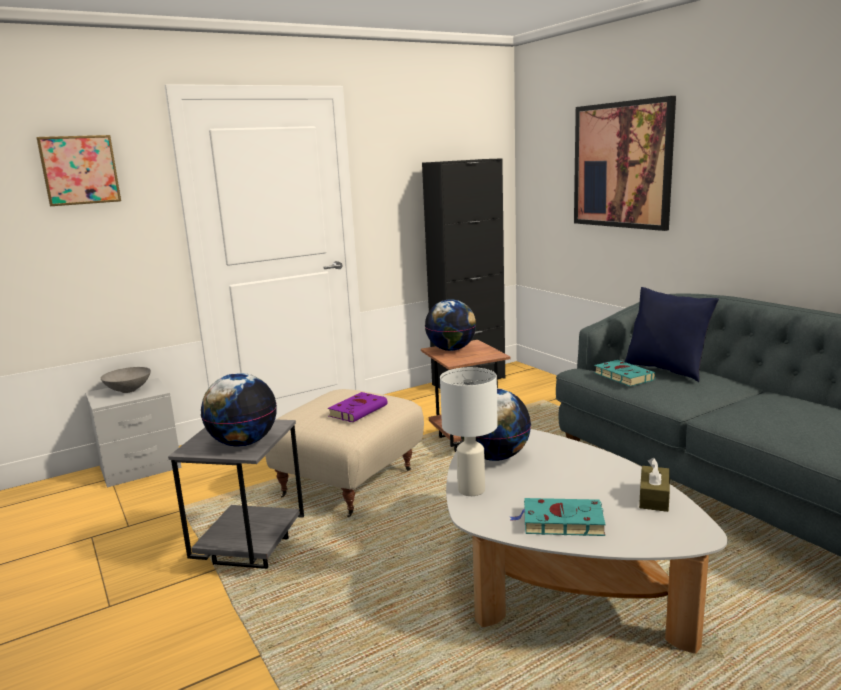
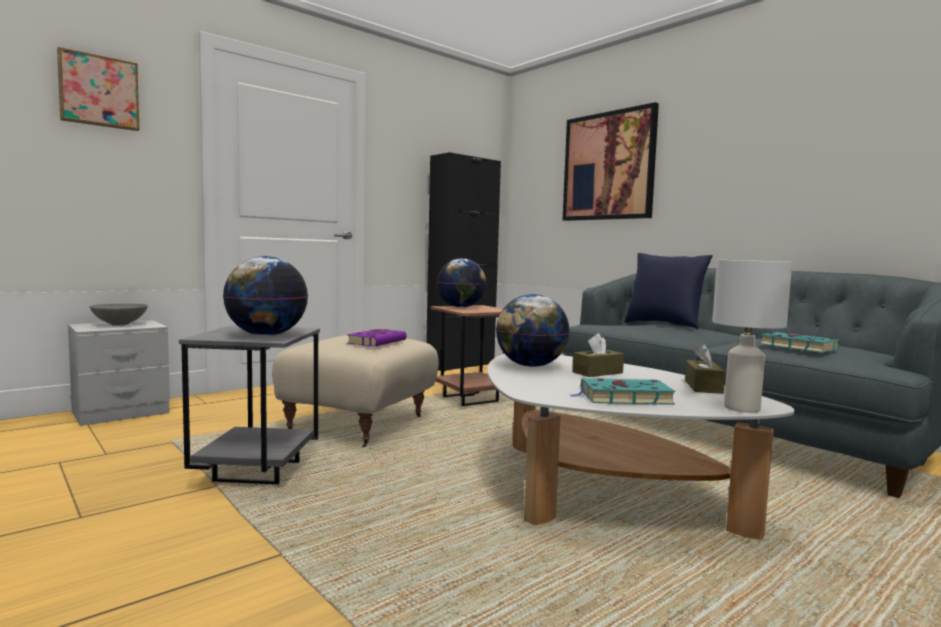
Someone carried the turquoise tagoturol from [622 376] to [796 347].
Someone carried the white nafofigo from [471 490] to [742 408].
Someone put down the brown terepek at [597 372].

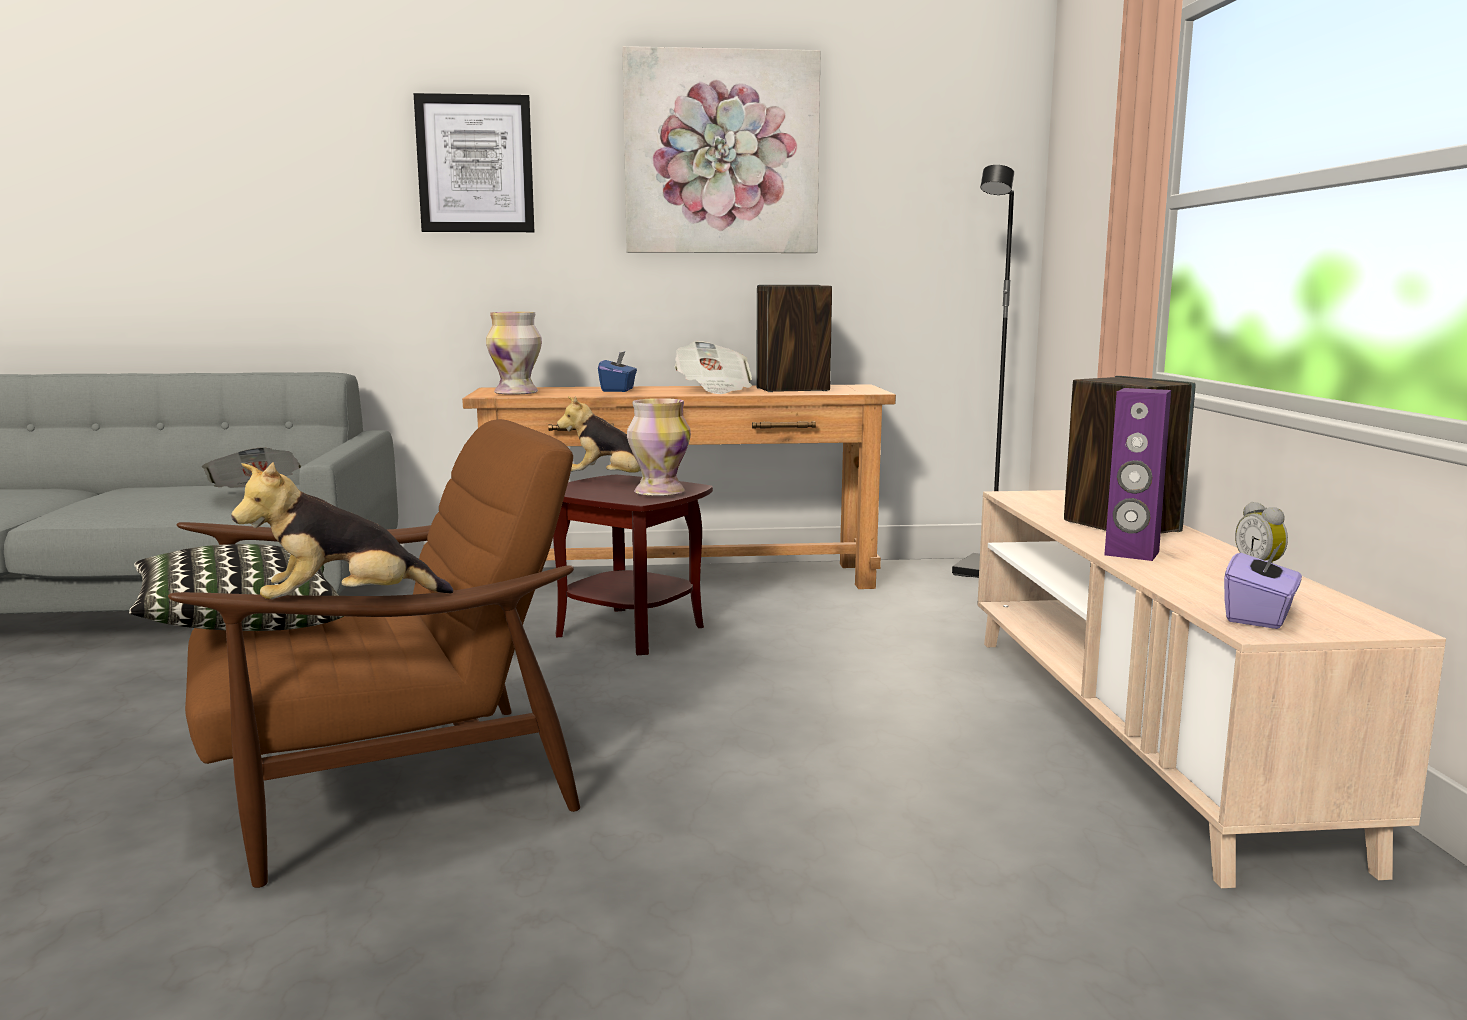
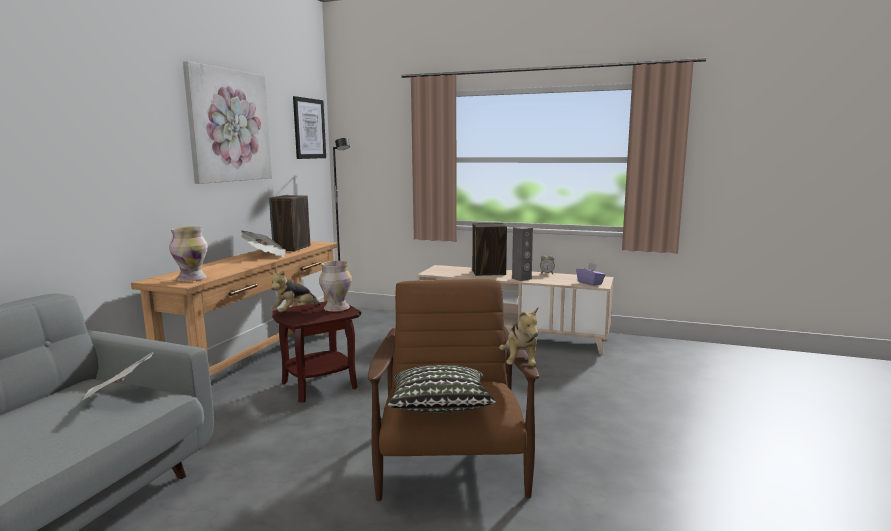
Someone carried the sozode from [475 164] to [309 128].
Someone took away the blue terepek at [618 390].
Someone repainted the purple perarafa at [1131 553], which became the grey perarafa at [522 278].

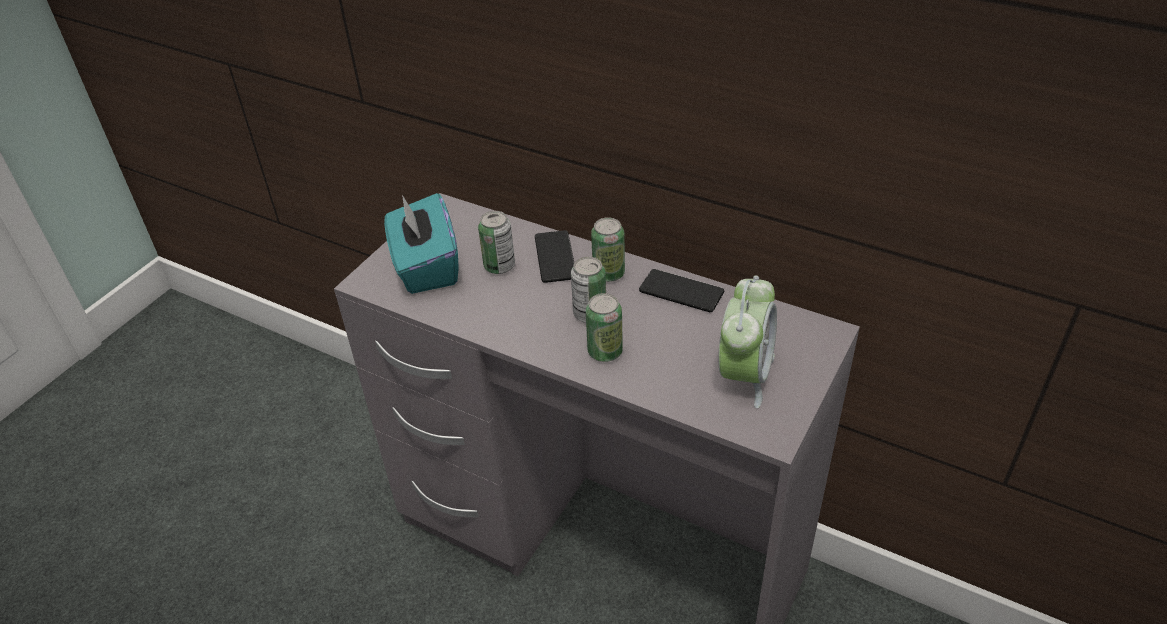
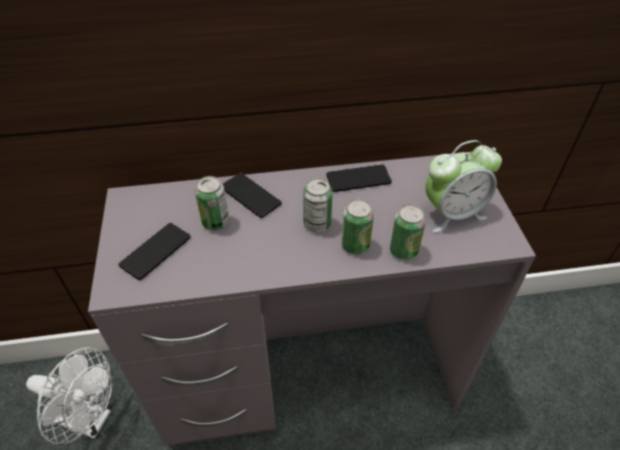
Someone swapped the turquoise terepek at [426 267] for the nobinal at [155 251].
Someone carried the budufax from [608 273] to [403 250].
Someone rotated the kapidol at [744 375] by 90 degrees clockwise.
Someone put down the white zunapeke at [90 419].

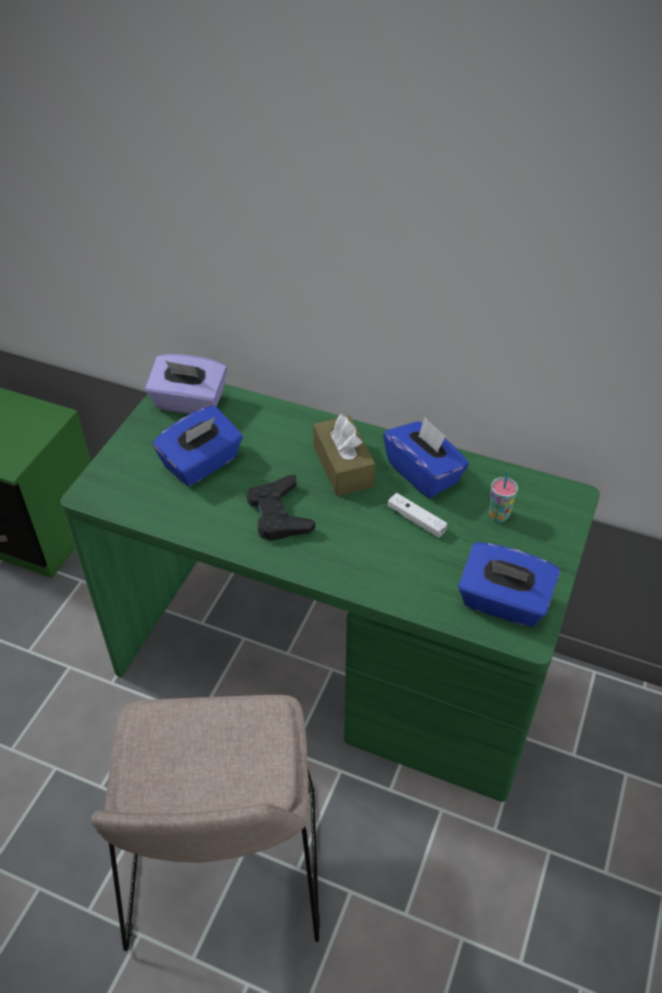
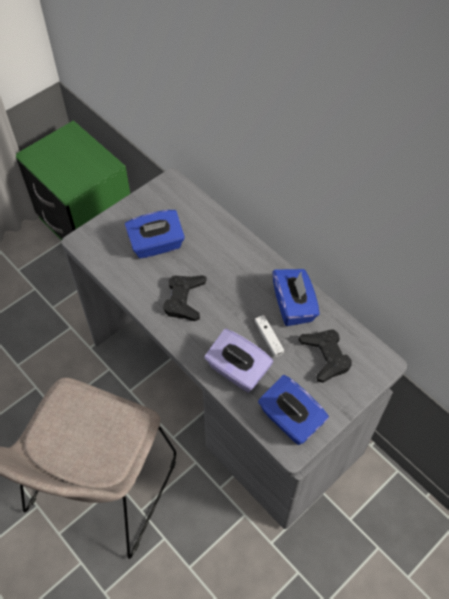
Someone carried the purple terepek from [189 403] to [237 371].
Someone repainted the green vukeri at [331 666], which became the grey vukeri at [225 392].
Someone took away the brown terepek at [343 466].
Someone swapped the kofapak at [498 515] for the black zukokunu at [325 357].

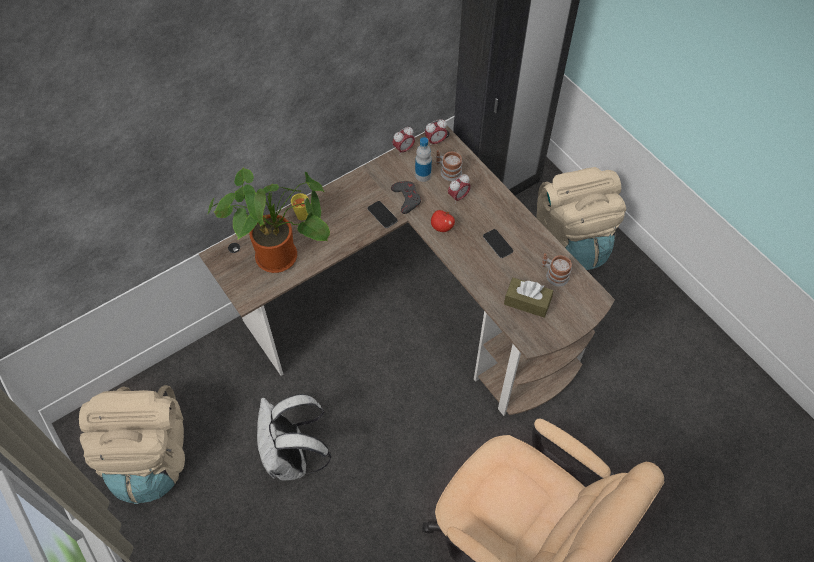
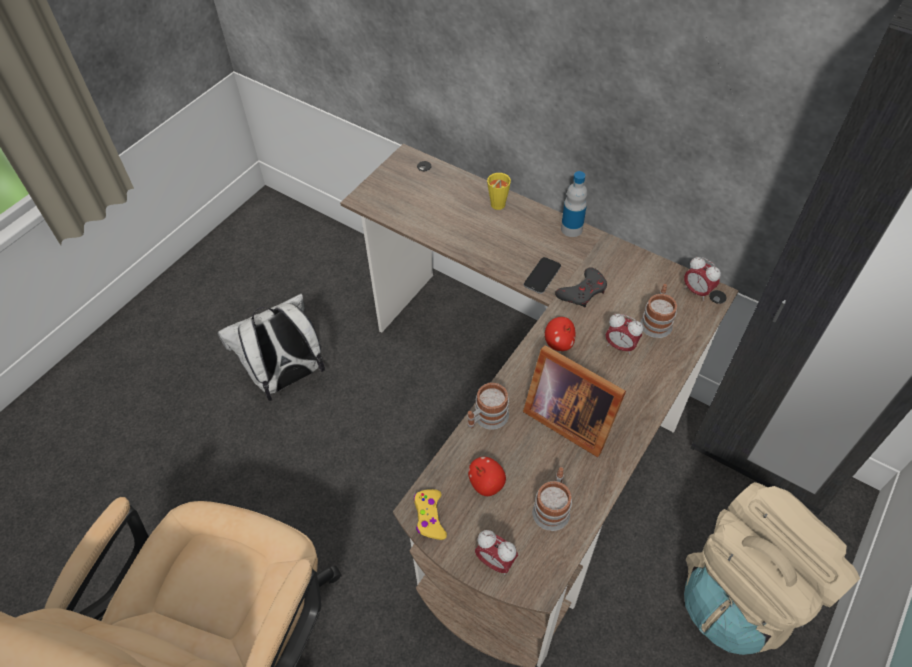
Someone carried the kapidol from [403 149] to [495 562].
Someone carried the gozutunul from [423 175] to [571 229].
Someone took away the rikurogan at [282 256].
Someone swapped the nobinal at [497 244] for the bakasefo at [567 417].
Someone swapped the brown terepek at [527 302] for the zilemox at [486 484].
Someone took away the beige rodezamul at [150 457].
Someone put down the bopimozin at [486 418].
Someone put down the yellow zukokunu at [429 517].

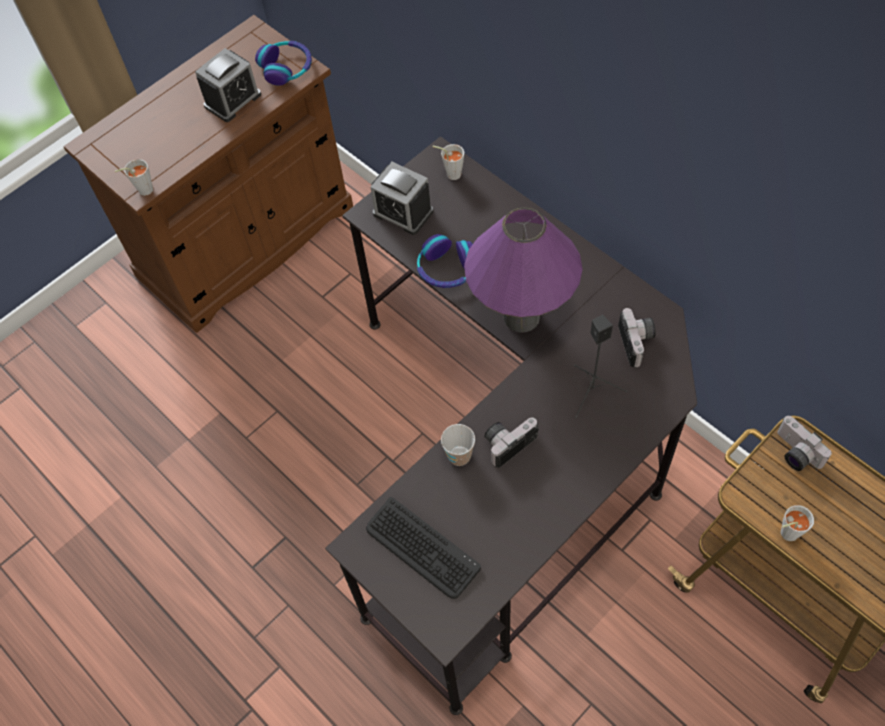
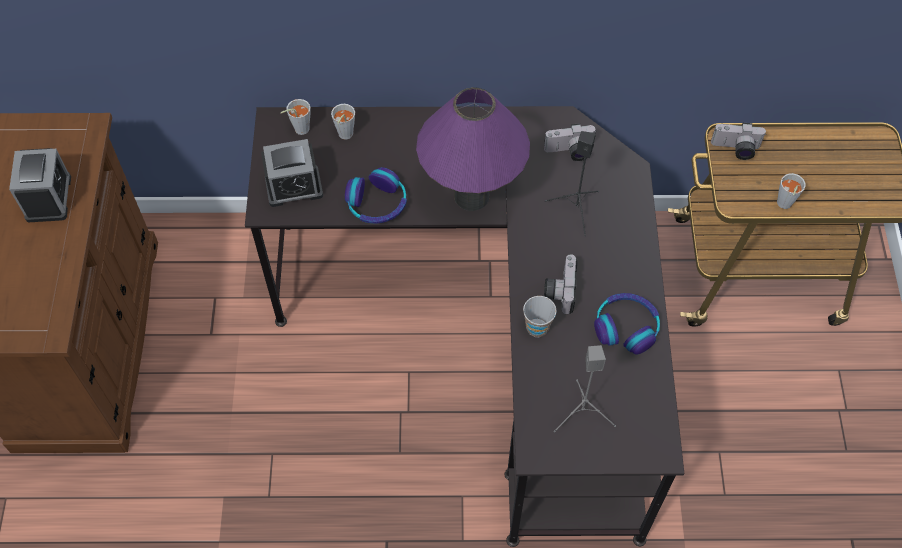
Someone carried the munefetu from [286 68] to [626 327].
Someone carried the grey kofapak from [142 191] to [344 136].
Someone rotated the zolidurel at [638 342] by 135 degrees clockwise.
Someone swapped the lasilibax at [422 548] for the grey perarafa at [583 412].

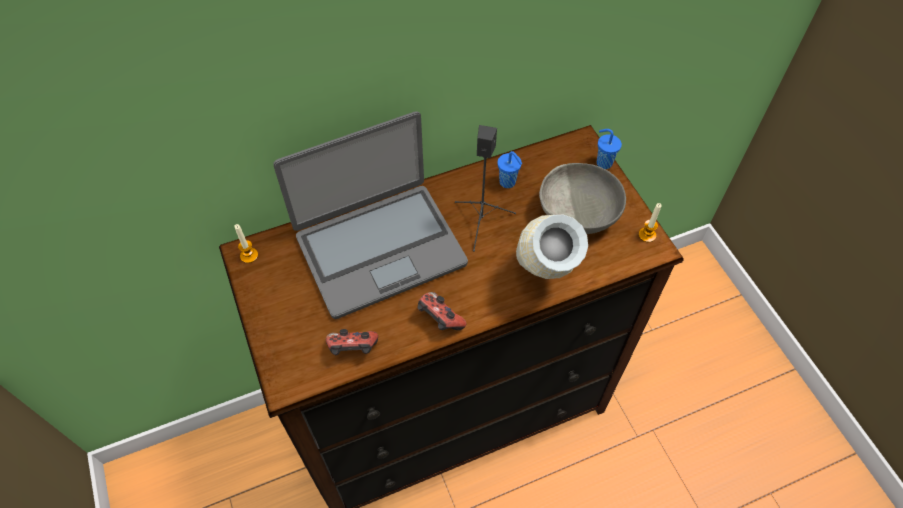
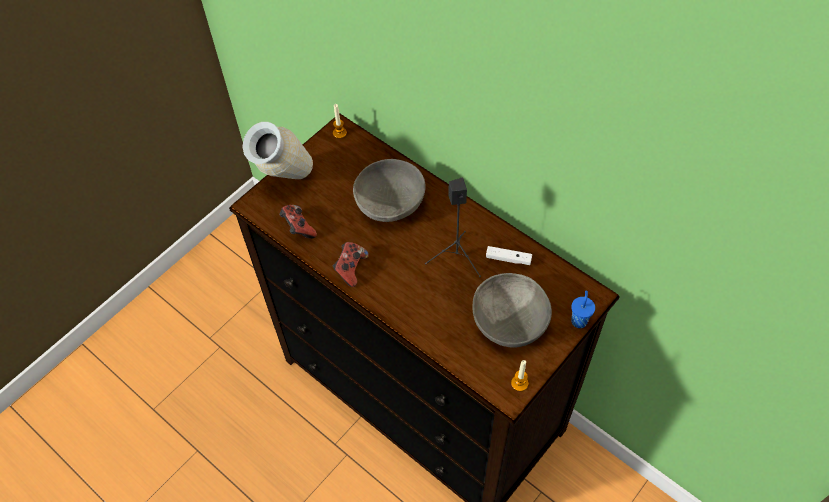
Someone swapped the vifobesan at [379 248] for the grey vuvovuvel at [391 203].
Someone swapped the blue kofapak at [508 183] for the white zukokunu at [508 259].
Someone carried the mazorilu from [541 281] to [284 182].

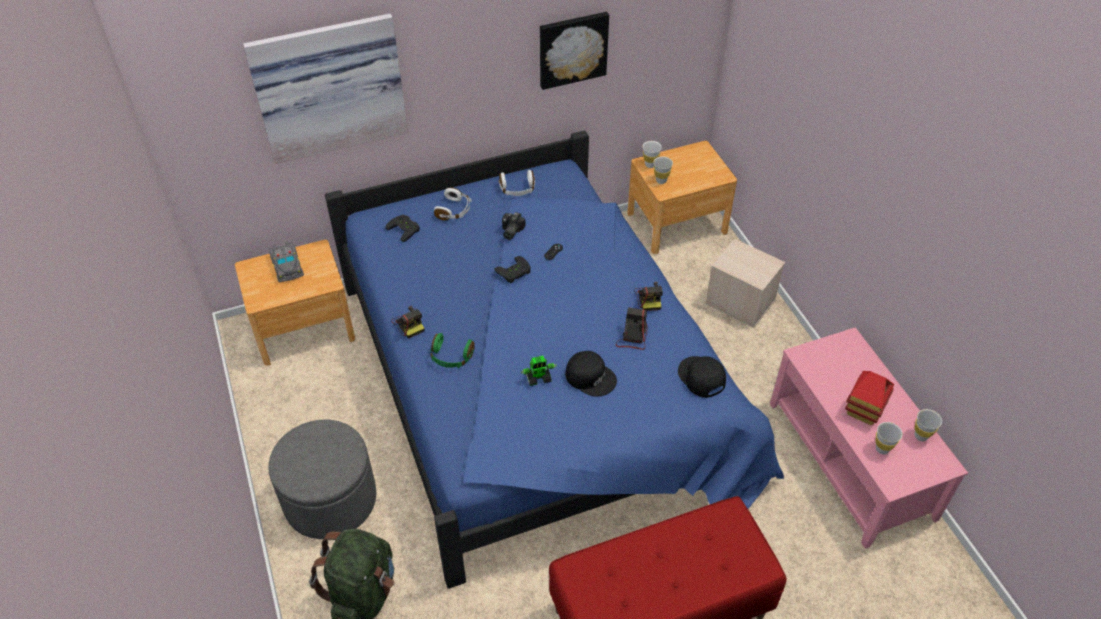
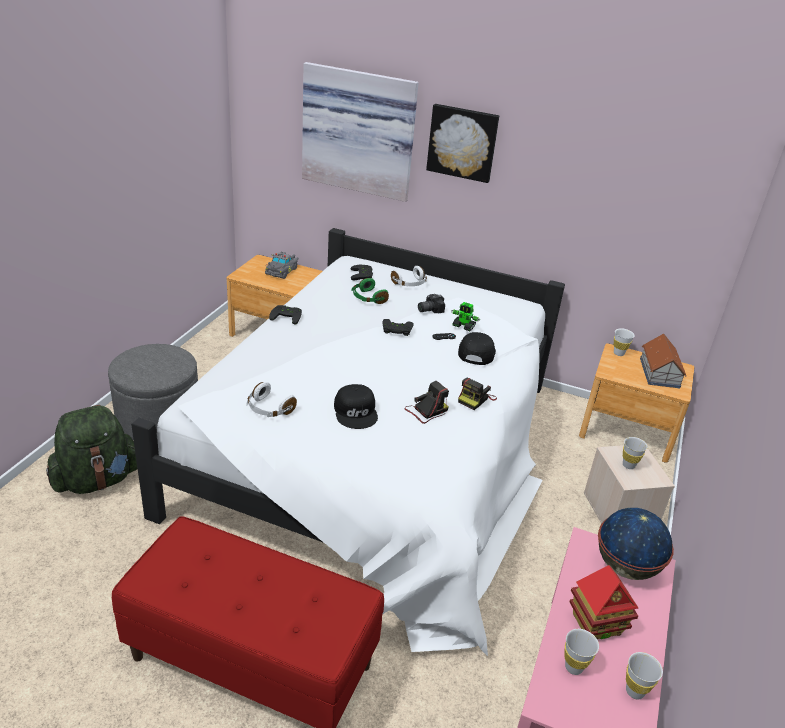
Someone carried the sozode from [572 49] to [462 142].
Someone repainted the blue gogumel at [541 385], which became the white gogumel at [378 455].
Someone carried the white kofapak from [661 180] to [628 465].
Someone carried the white munefetu from [517 189] to [269 409].
Someone swapped the zolidurel at [409 324] for the black zukokunu at [287 316].
Someone carried the green munefetu from [451 357] to [368 298].
Someone carried the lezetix from [538 378] to [463 326].
Someone carried the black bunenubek from [701 377] to [476 352].
Someone put down the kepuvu at [659 373].
Someone put down the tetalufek at [626 567].

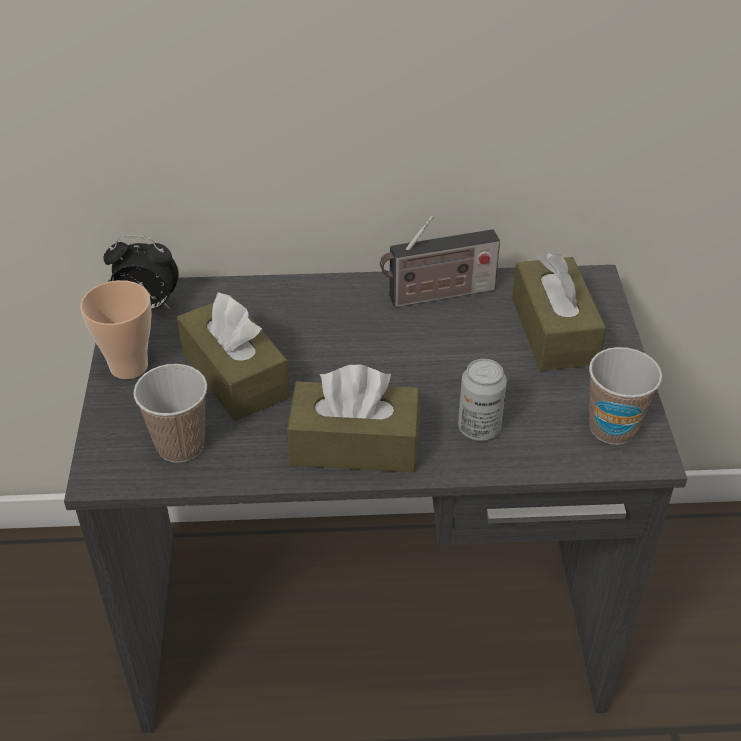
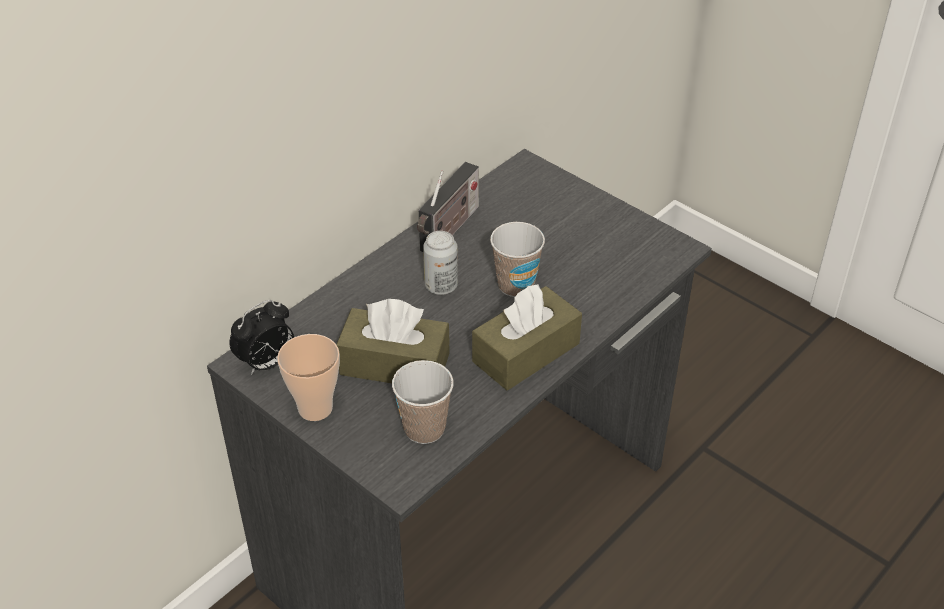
Someone took away the brown terepek at [554 331].
Someone carried the kofapak from [612 428] to [516 285].
Someone carried the budufax from [479 428] to [441 286].

